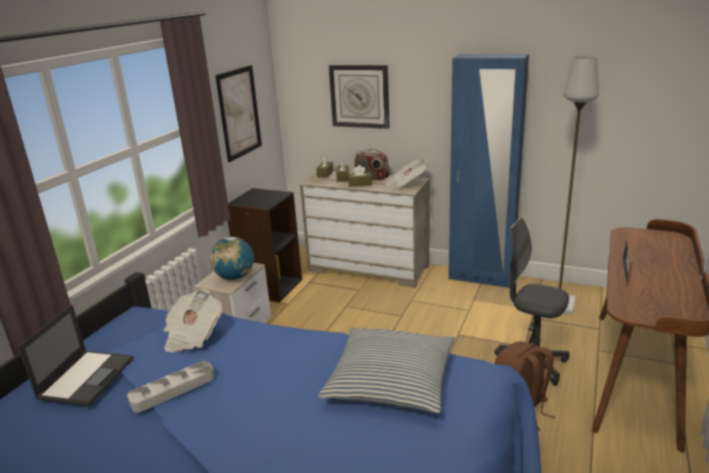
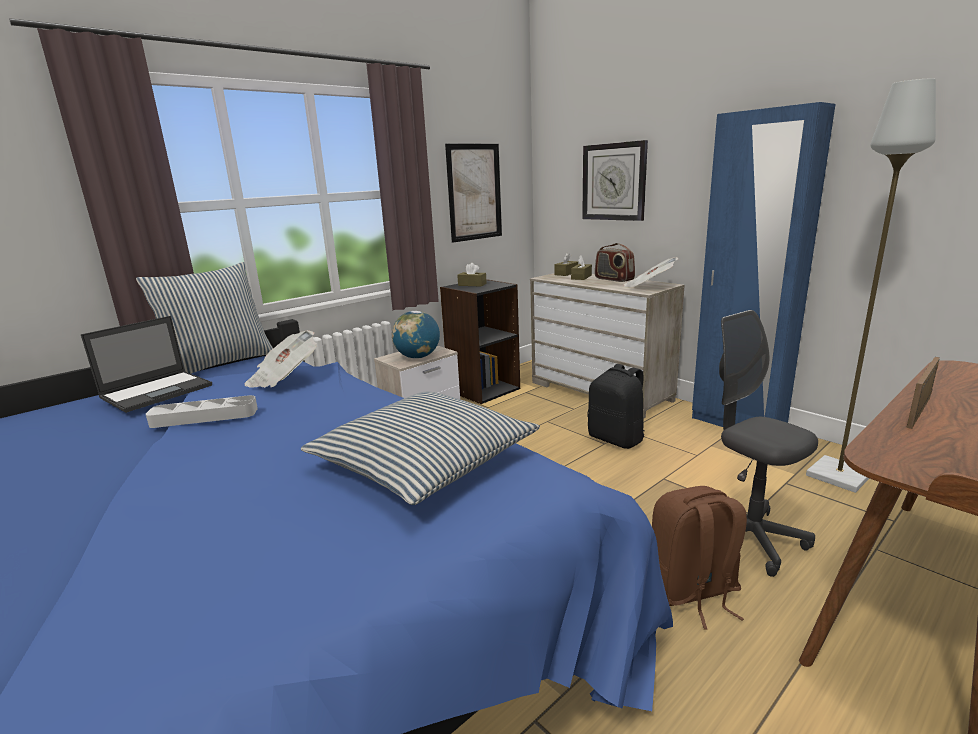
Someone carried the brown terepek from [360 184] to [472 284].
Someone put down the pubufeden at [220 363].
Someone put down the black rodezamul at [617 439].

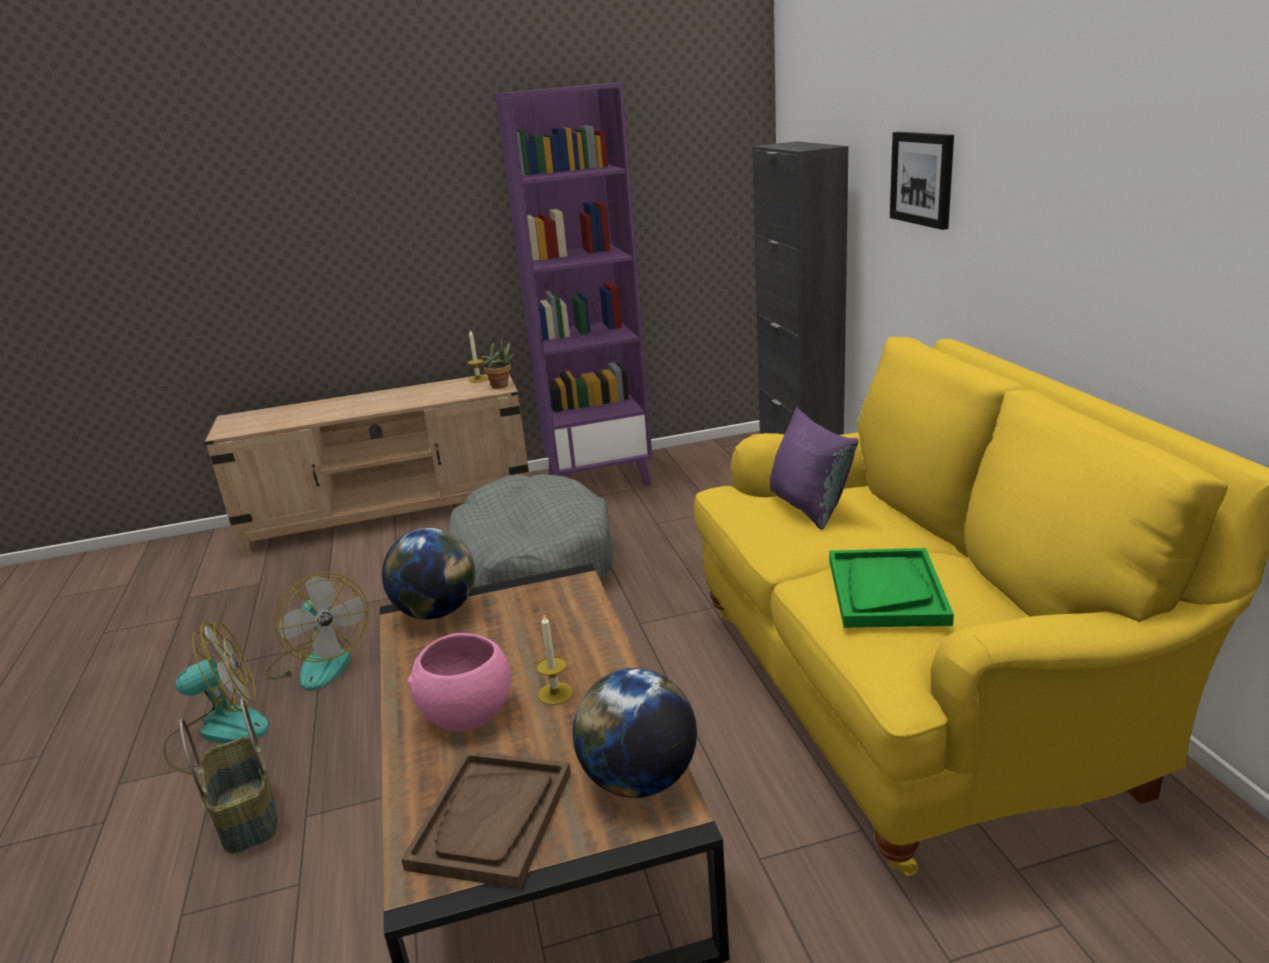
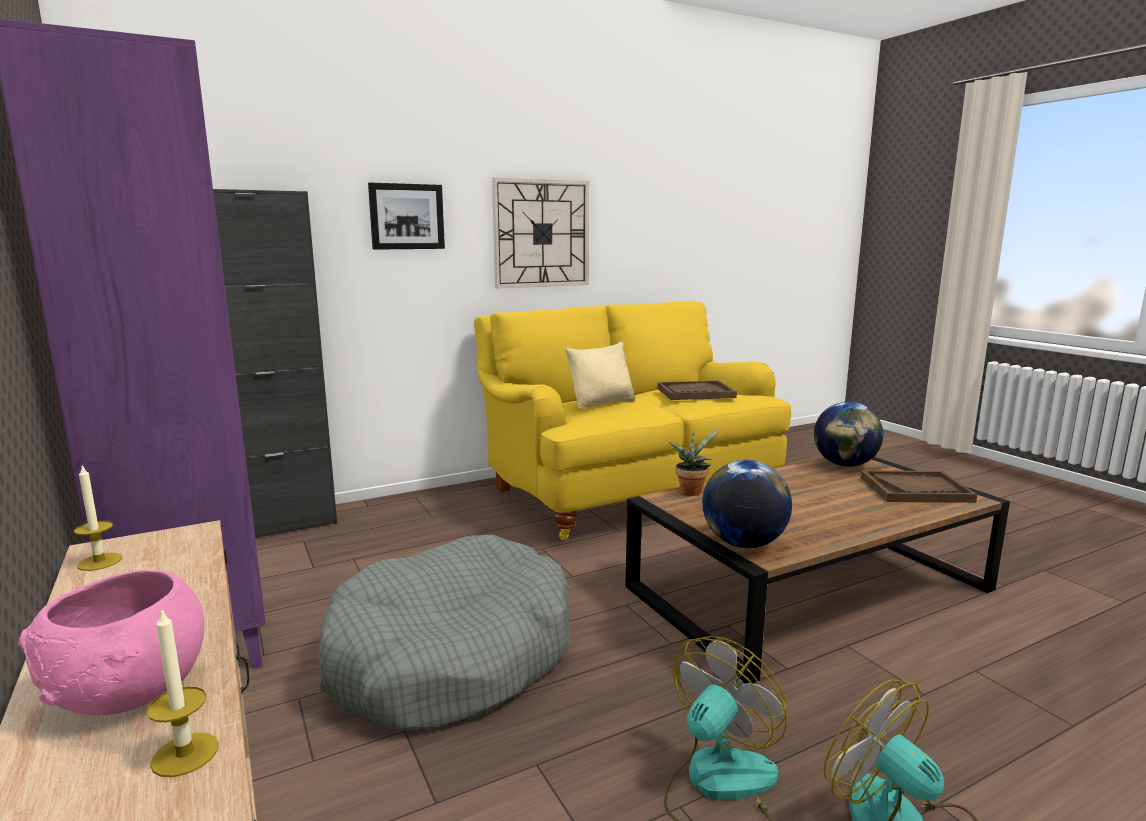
Someone carried the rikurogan from [502 386] to [691 491].
Someone repainted the purple pubufeden at [809 506], which became the beige pubufeden at [602 403].
Someone repainted the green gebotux at [886 591], which became the brown gebotux at [695 393].
Someone carried the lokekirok from [555 693] to [185 754].
Someone carried the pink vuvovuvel from [465 713] to [129 693].
Someone took away the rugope at [245 815].
Someone put up the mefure at [541 234].

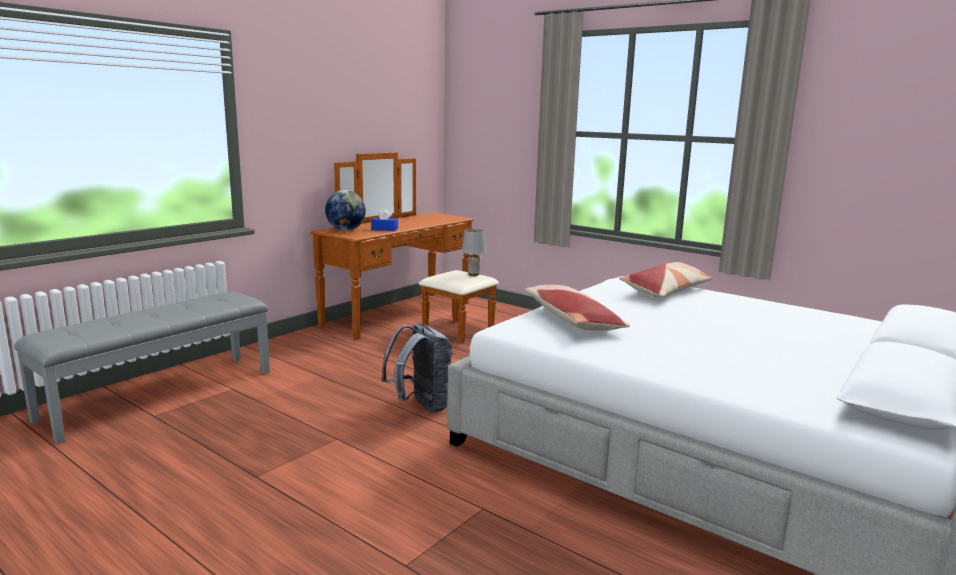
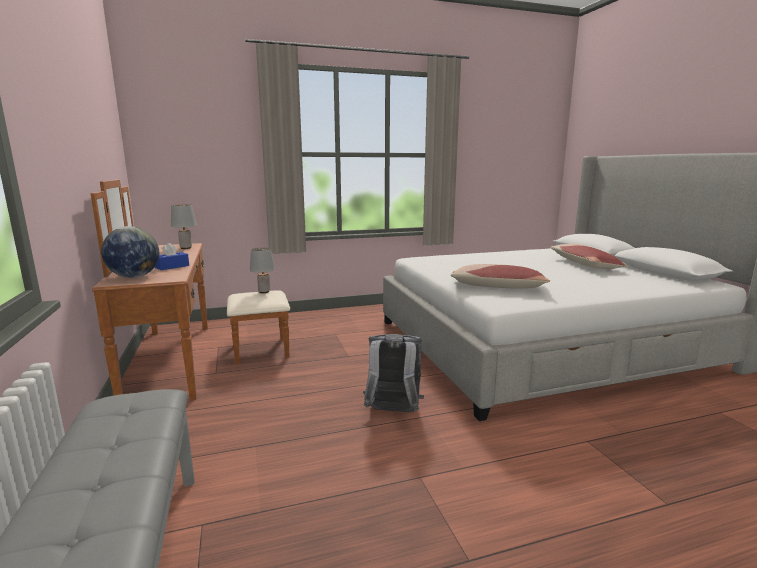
Someone carried the pubufeden from [666 290] to [584 265].
Someone put down the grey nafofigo at [185 248].

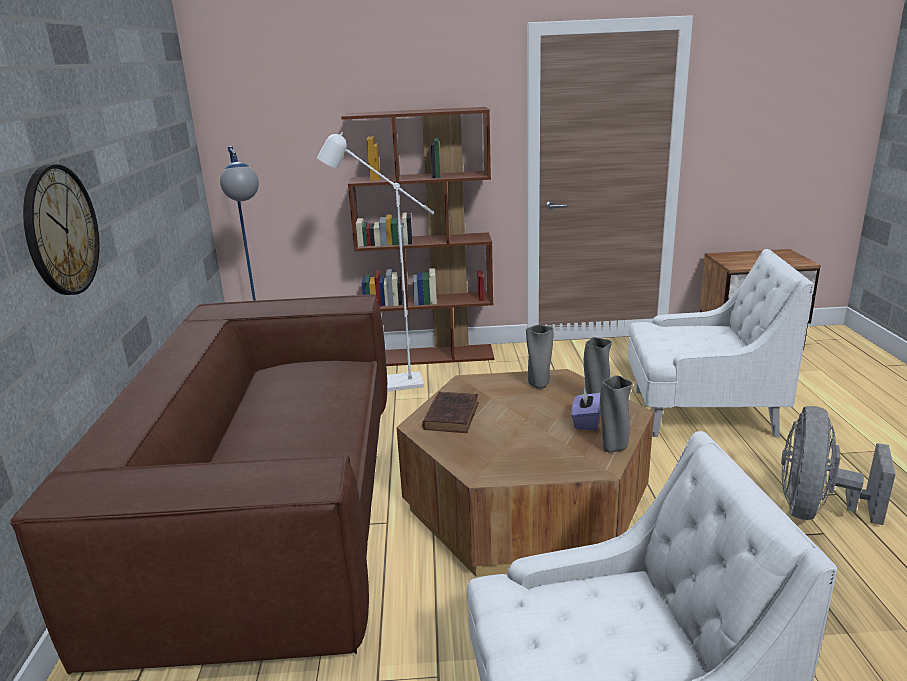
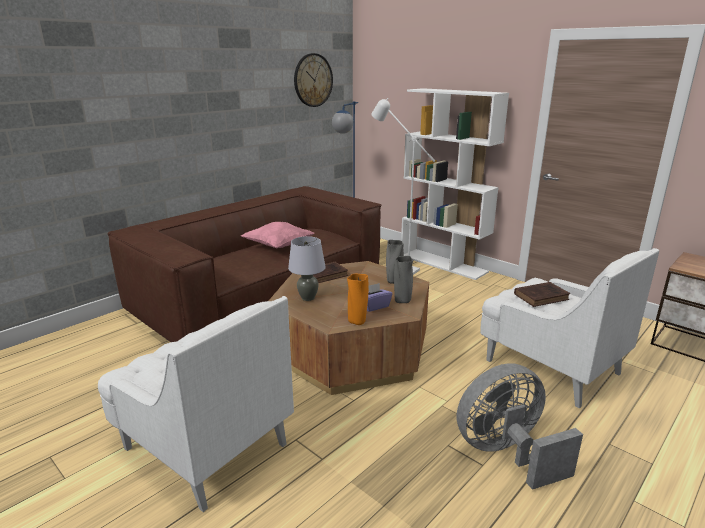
Someone repainted the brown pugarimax at [430 356], which became the white pugarimax at [443 264].
Someone carried the mefure from [61 230] to [313 80].
Someone repainted the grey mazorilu at [613 448], which became the orange mazorilu at [357 322].
Someone put down the pink pubufeden at [278 246].
Someone put down the grey nafofigo at [308 298].
Someone put down the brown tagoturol at [542 297].

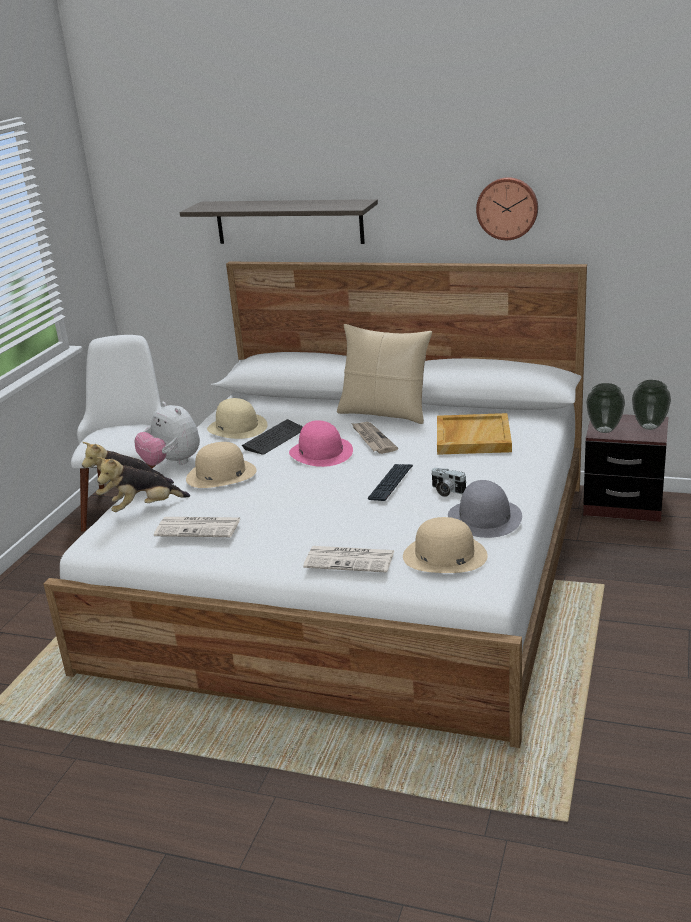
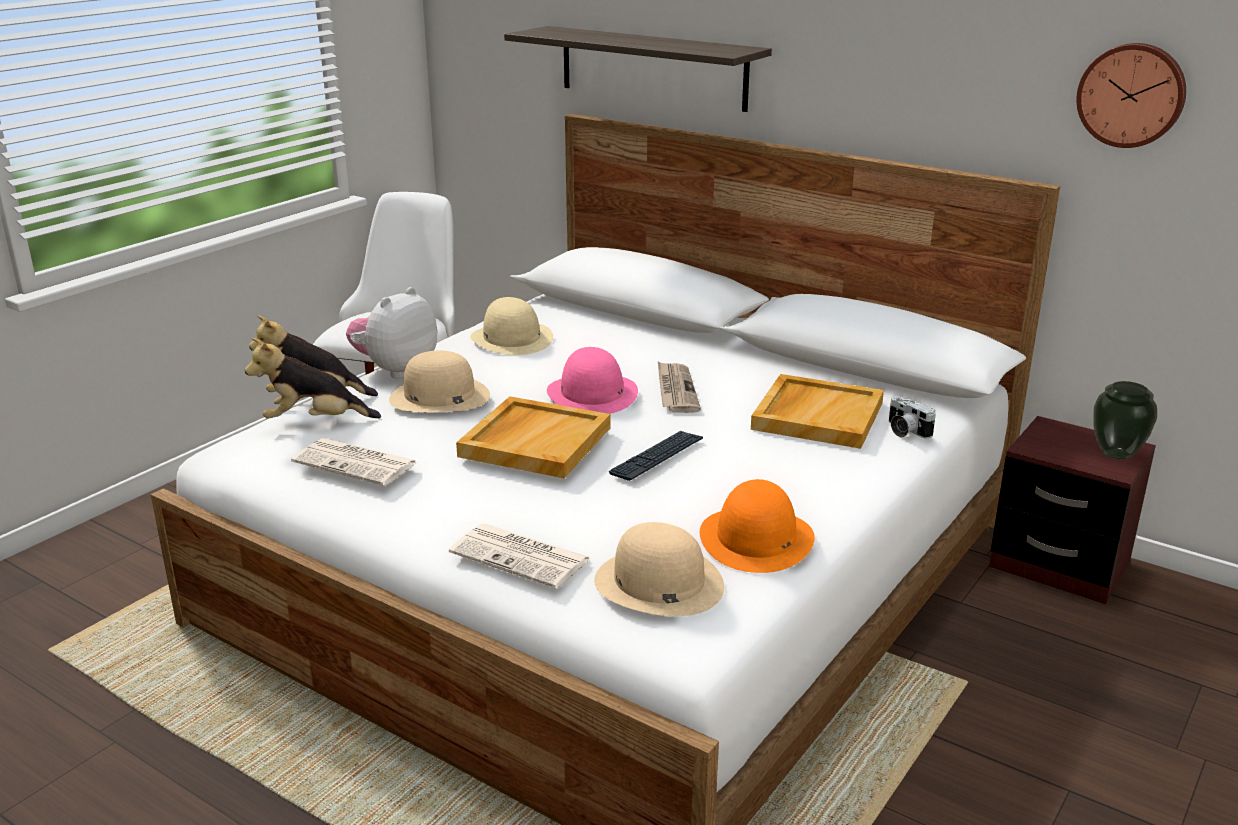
Someone carried the mefure from [507 208] to [1131 95].
Someone took away the beige pubufeden at [385 413].
Someone took away the mazorilu at [603 430].
Someone rotated the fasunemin at [172 463] by 60 degrees clockwise.
Someone took away the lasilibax at [274 439].
Someone carried the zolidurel from [446 491] to [905 431].
Someone repainted the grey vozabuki at [485 518], which became the orange vozabuki at [756 539].
Someone put down the beige gebotux at [535 441].

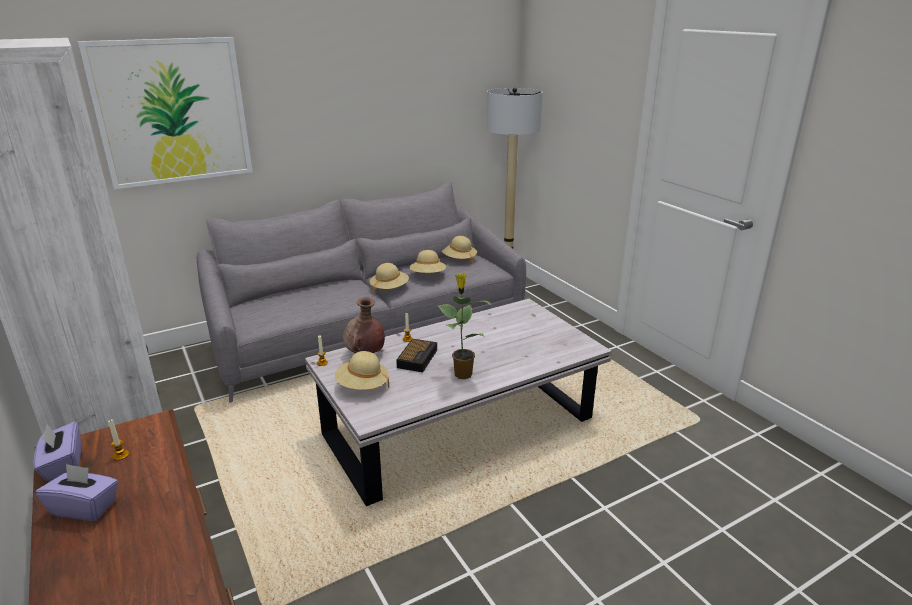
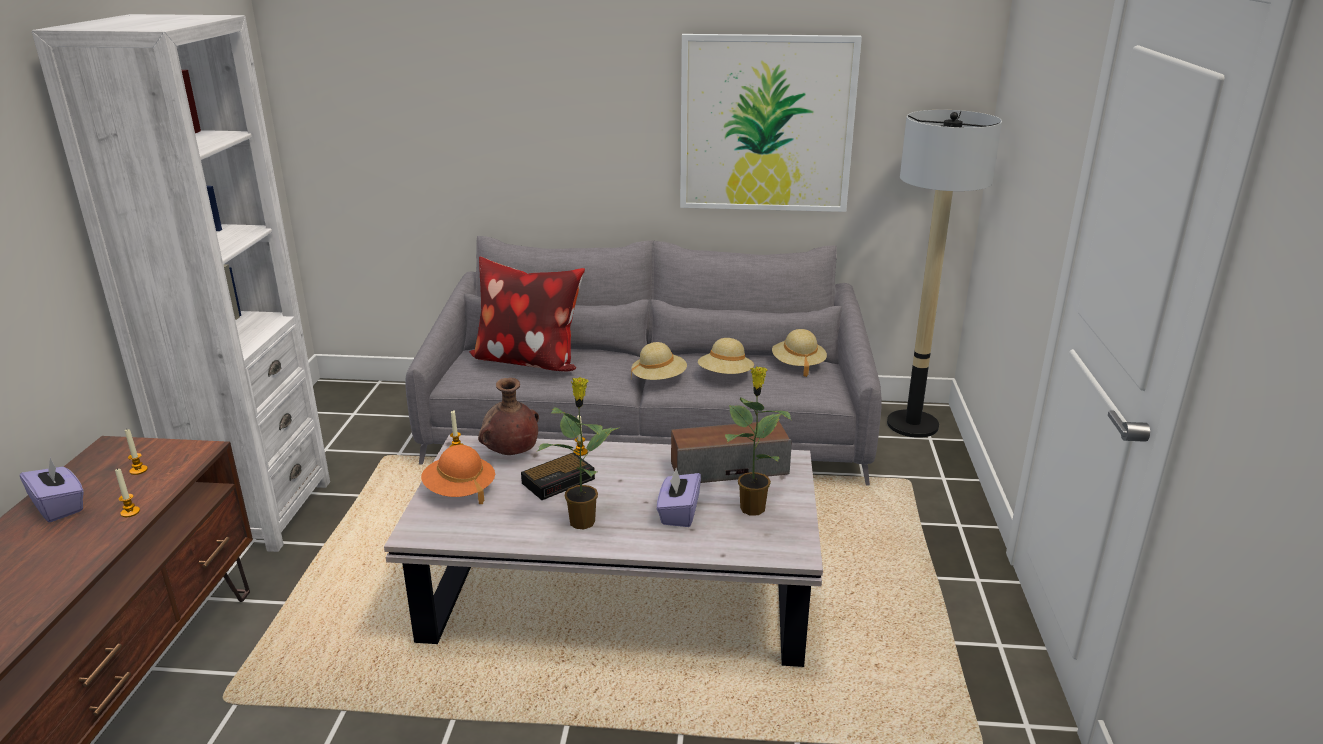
Someone carried the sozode from [172 112] to [766 124].
Someone repainted the beige vozabuki at [362 386], which became the orange vozabuki at [459 490].
Someone carried the purple terepek from [63 465] to [678 513].
Someone put down the pubufeden at [527 361].
Someone put down the rikurogan at [752 507].
Someone put down the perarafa at [728 468].
Someone put down the lokekirok at [130 512].

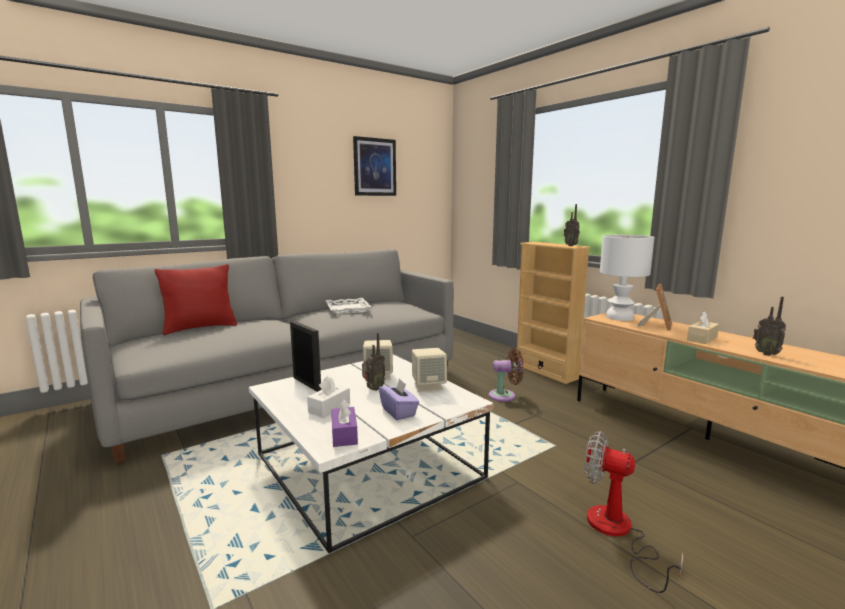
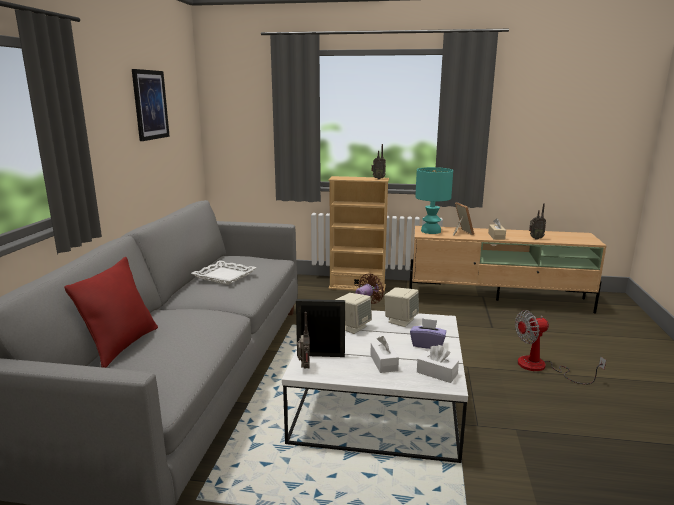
Someone repainted the white nafofigo at [620 317], which became the turquoise nafofigo at [431 231].
Someone carried the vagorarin from [373 389] to [303 368].
Someone repainted the purple terepek at [344 434], which became the white terepek at [437 373].

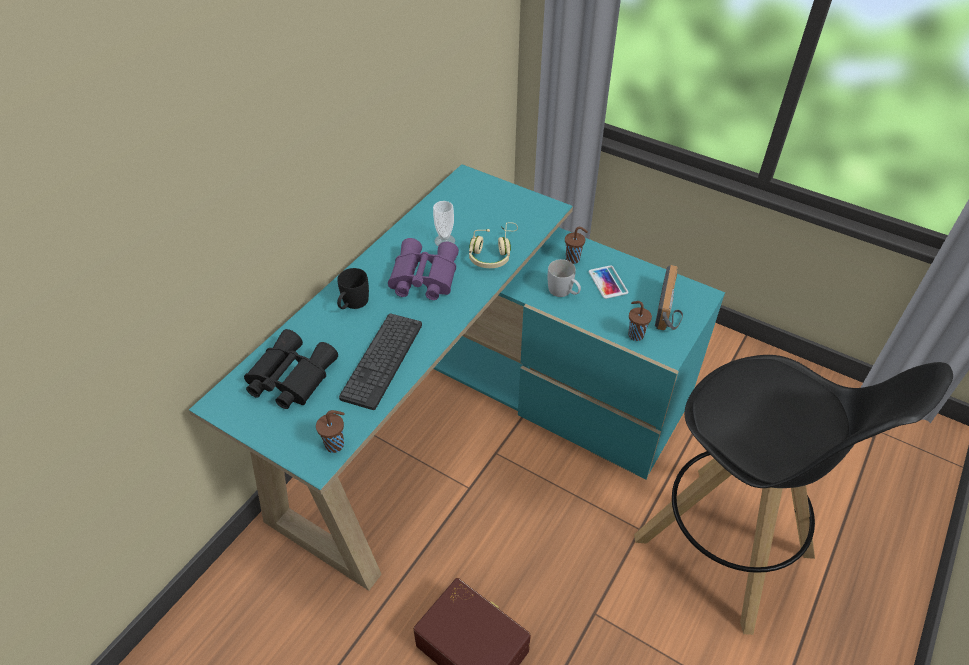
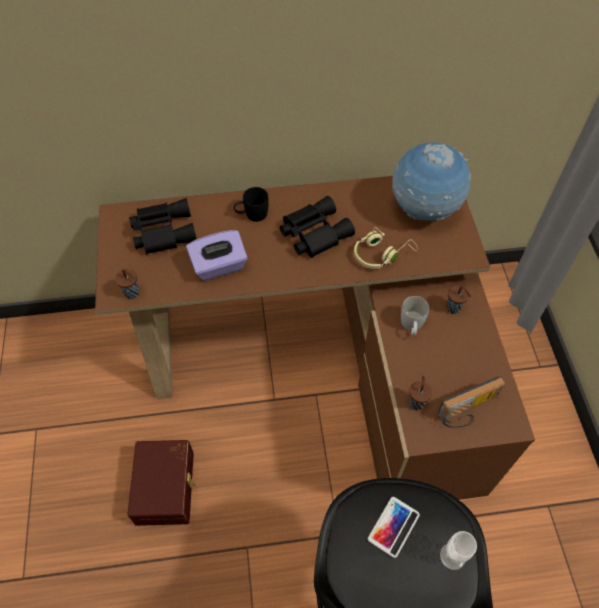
Someone repainted the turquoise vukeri at [472 423], which became the brown vukeri at [326 362].
Someone carried the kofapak from [444 241] to [452 556].
Someone repainted the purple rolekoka at [422 278], which became the black rolekoka at [313 232].
Someone carried the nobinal from [608 282] to [393 526].
Someone swapped the lasilibax at [382 360] for the purple terepek at [219 266].
Someone put down the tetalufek at [424 210].

